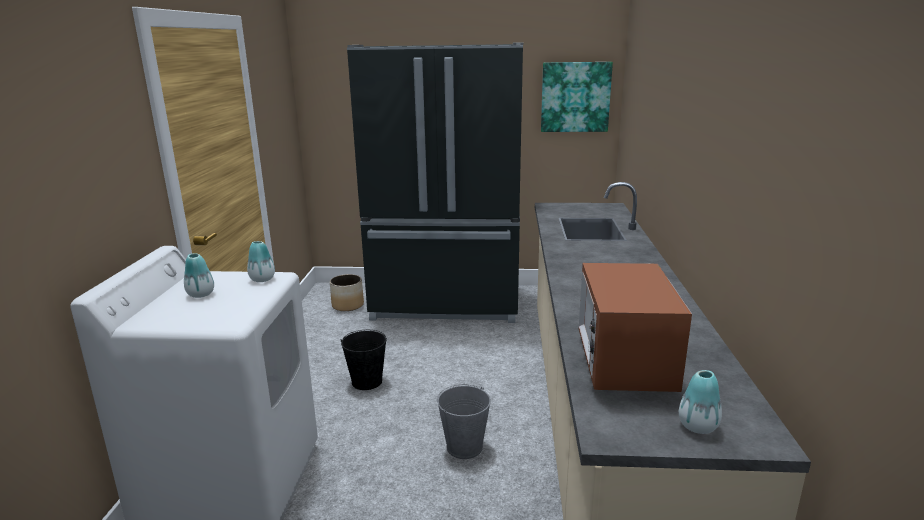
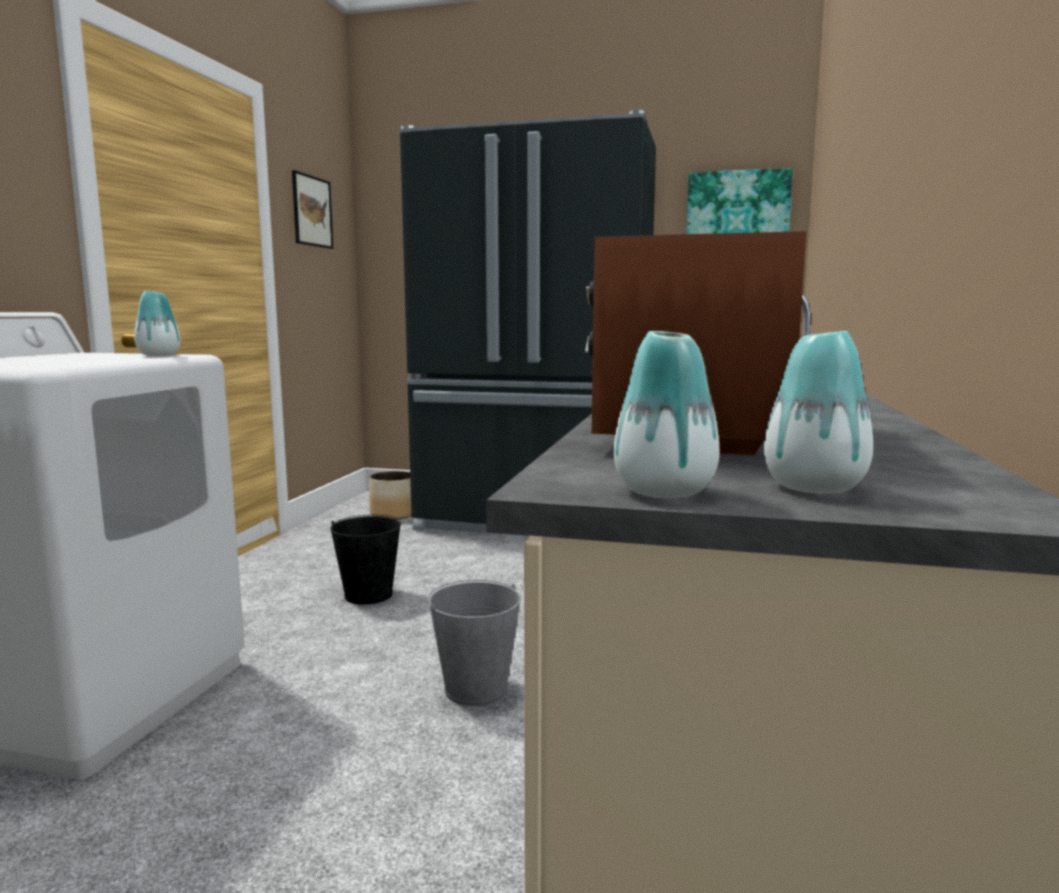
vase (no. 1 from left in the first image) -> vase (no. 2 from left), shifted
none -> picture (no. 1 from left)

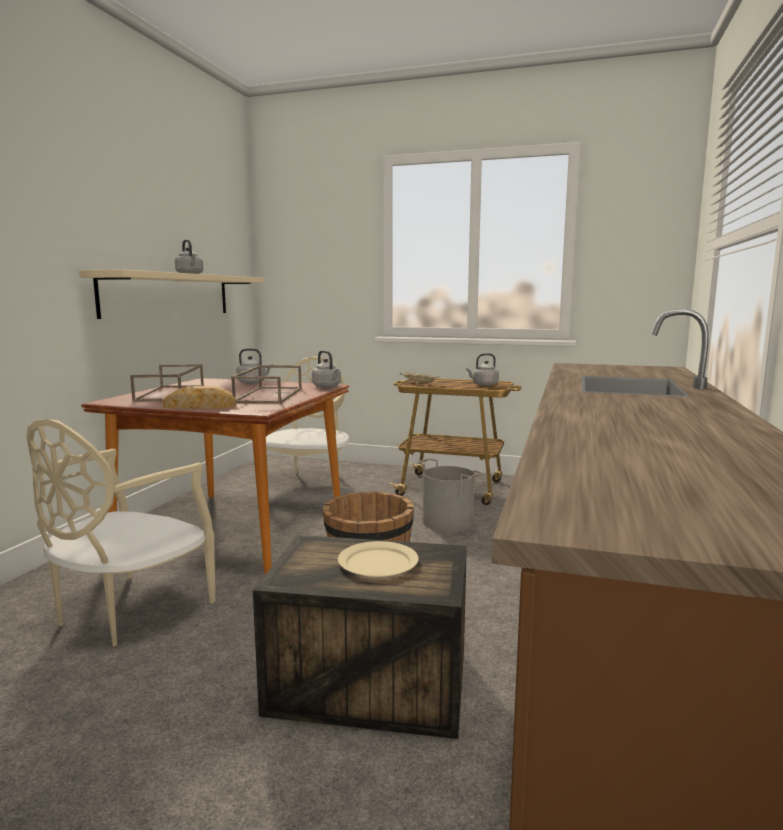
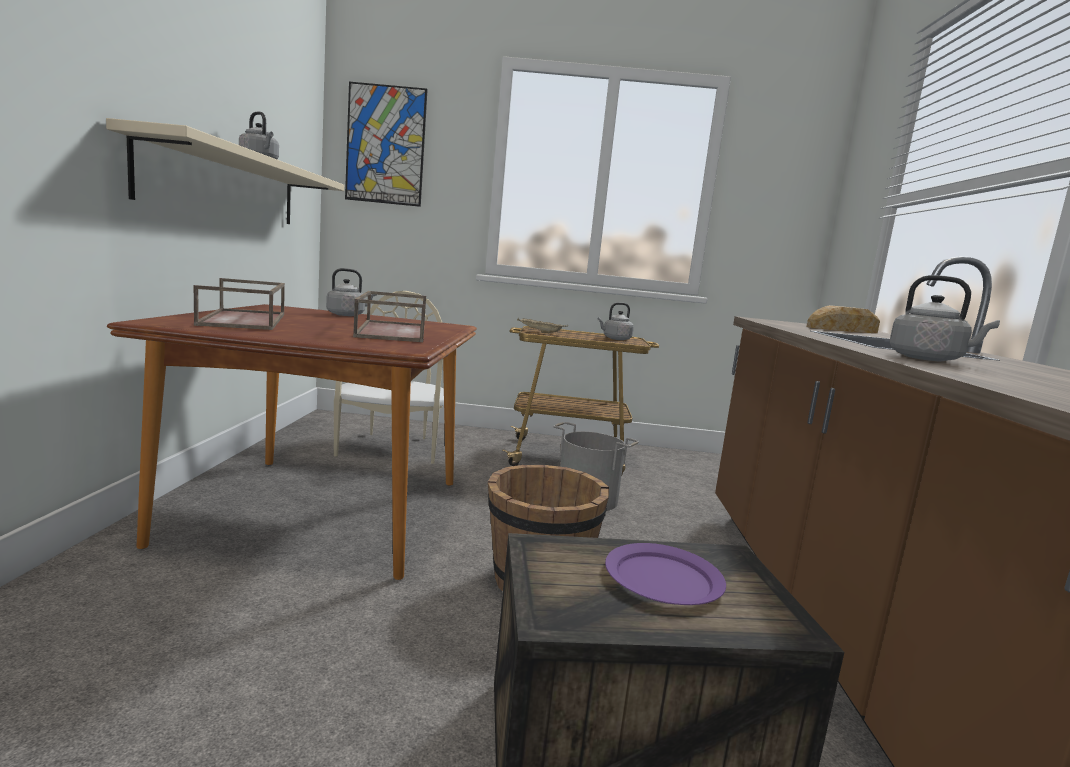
chair (beige) (no. 1 from left) -> none
bread, shifted
kettle (grey) (no. 3 from left in the first image) -> kettle (grey) (no. 4 from left), shifted
plate (beige) -> plate (purple)
none -> picture

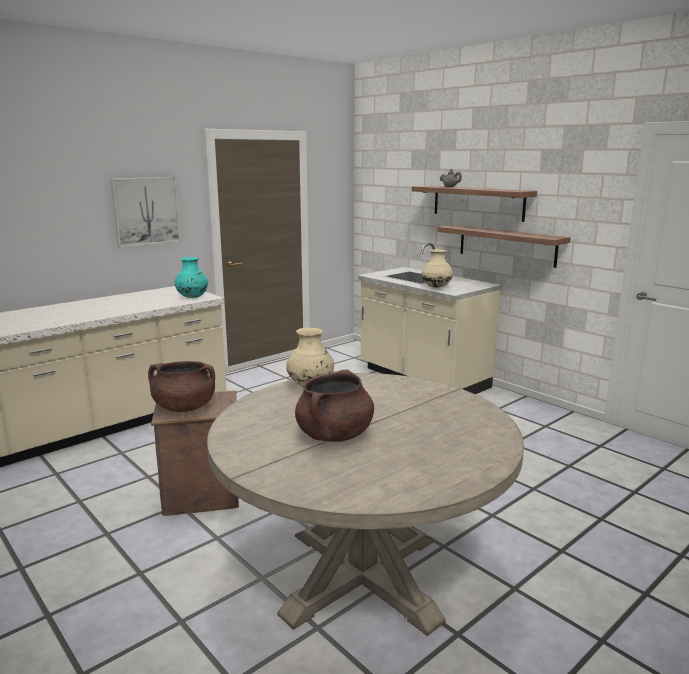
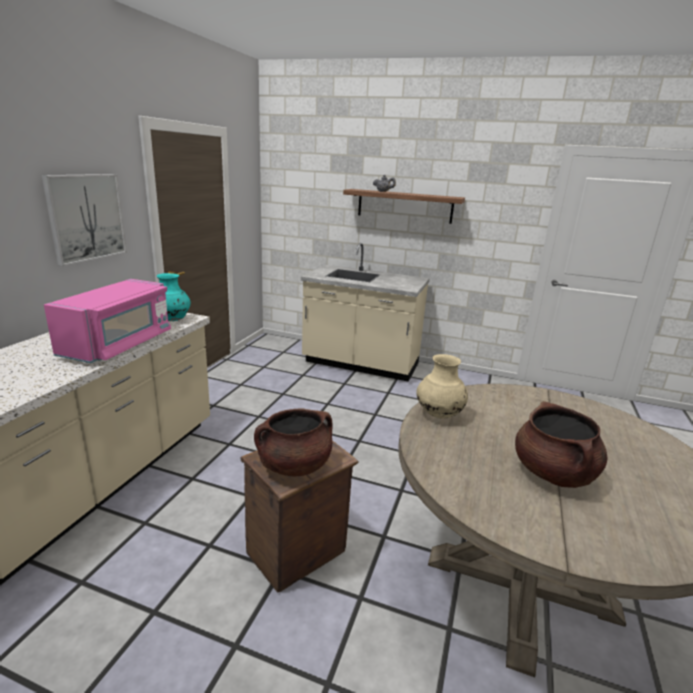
vase (beige) (no. 2 from left) -> none
shelf (no. 2 from left) -> none
none -> microwave (pink)

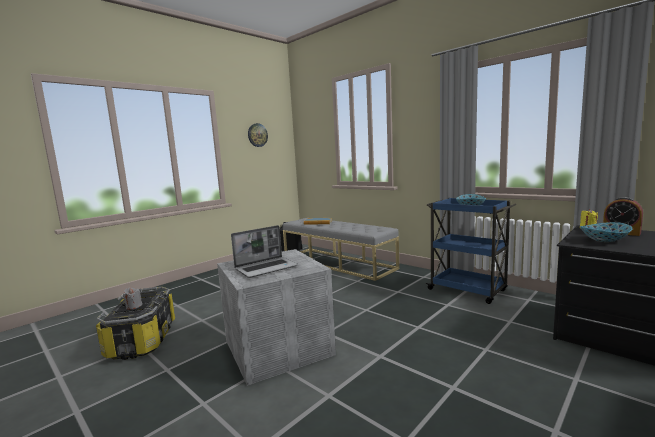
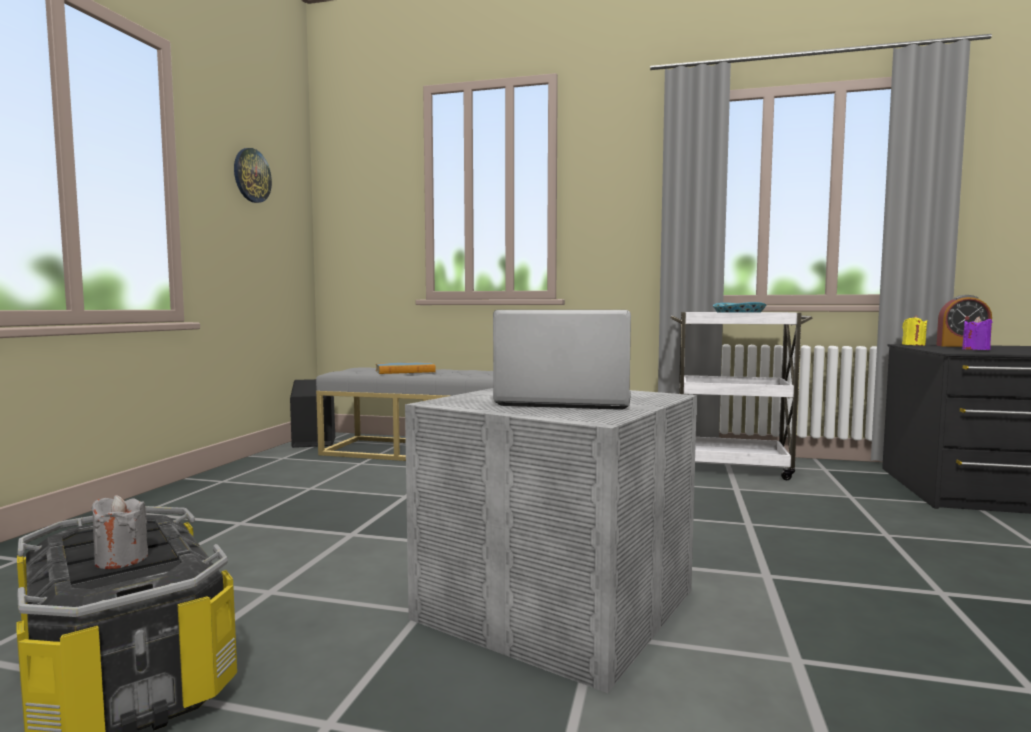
laptop, 105 degrees counterclockwise
cart (blue) -> cart (white)
bowl (no. 2 from left) -> candle (purple)

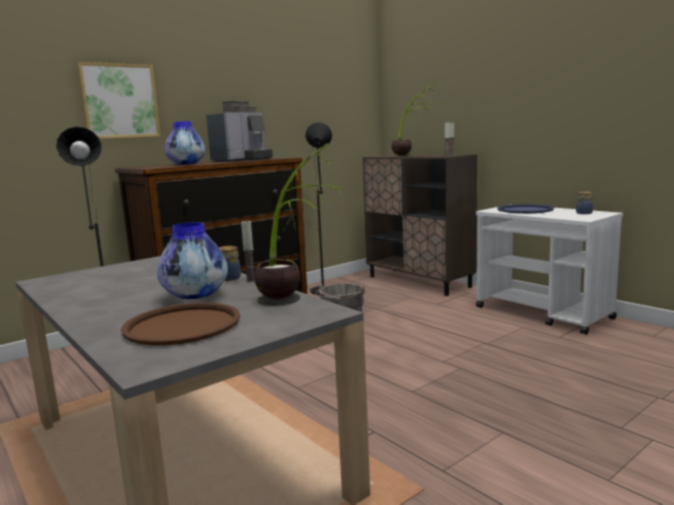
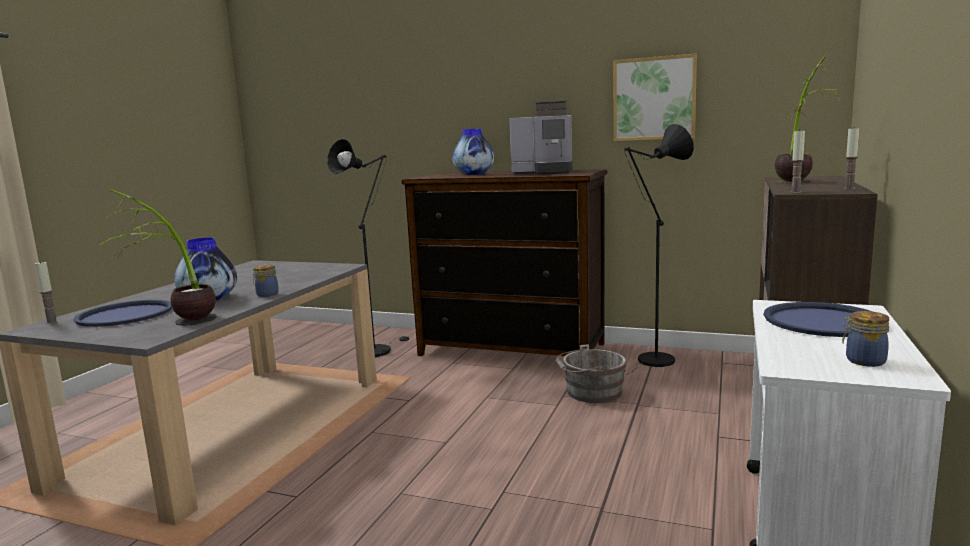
picture, shifted
tray (brown) -> tray (blue) (no. 1 from left)
candle (no. 1 from left), shifted

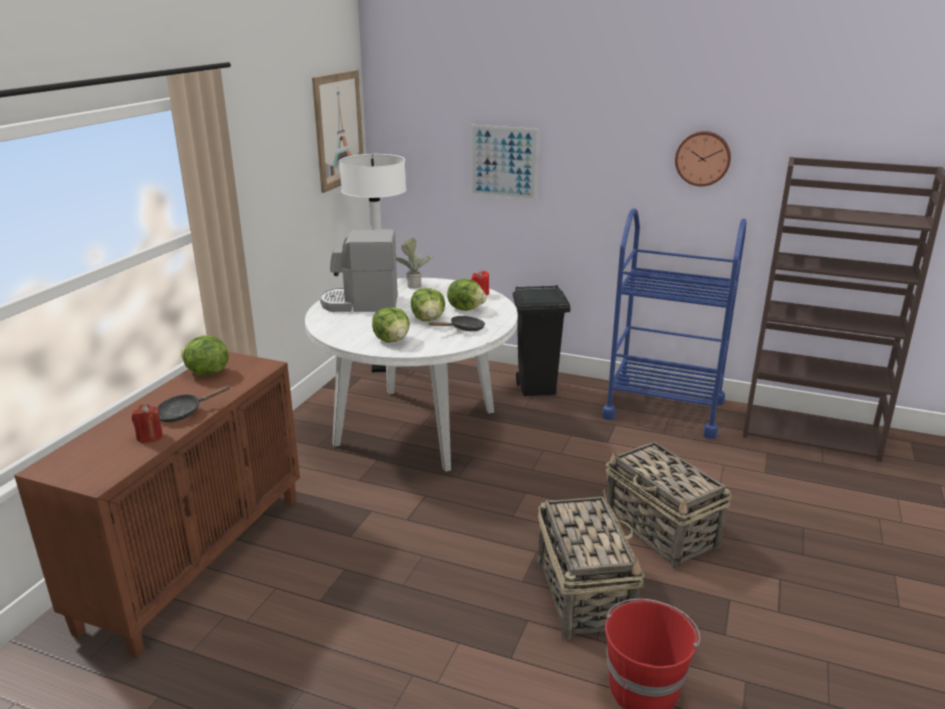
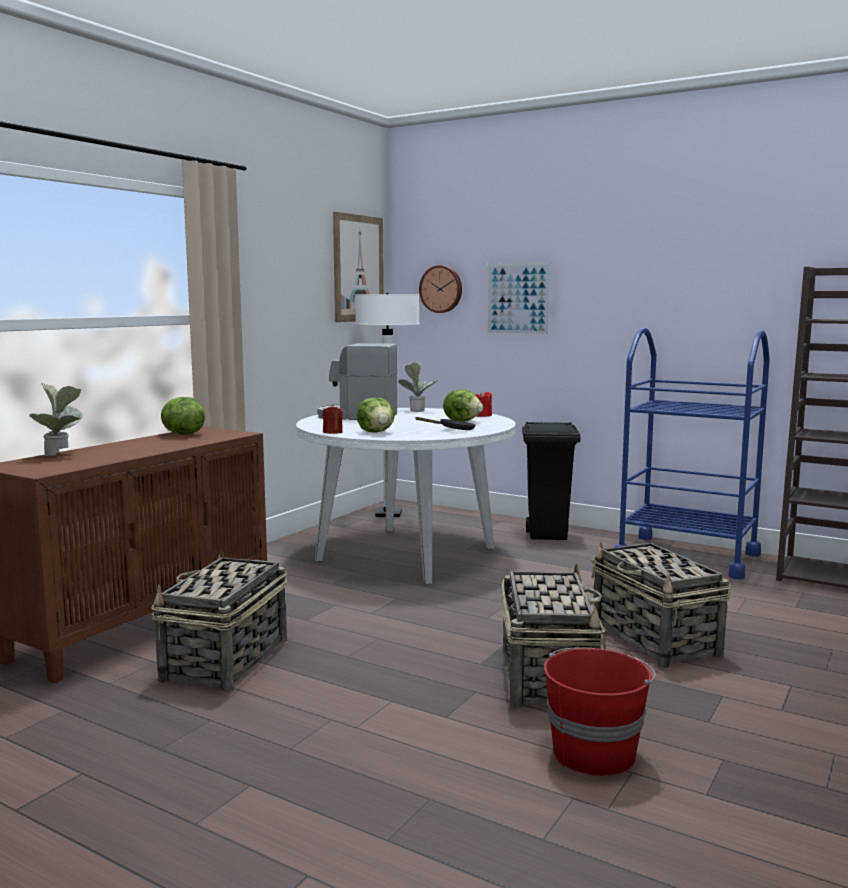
candle (red) (no. 1 from left), shifted
frying pan (black) (no. 1 from left) -> none
lettuce (no. 3 from left) -> none
wall clock, shifted
none -> potted plant (no. 1 from left)
none -> basket (no. 1 from left)

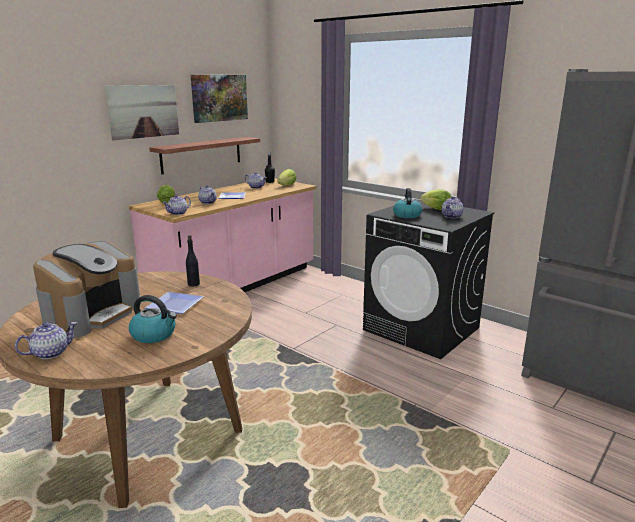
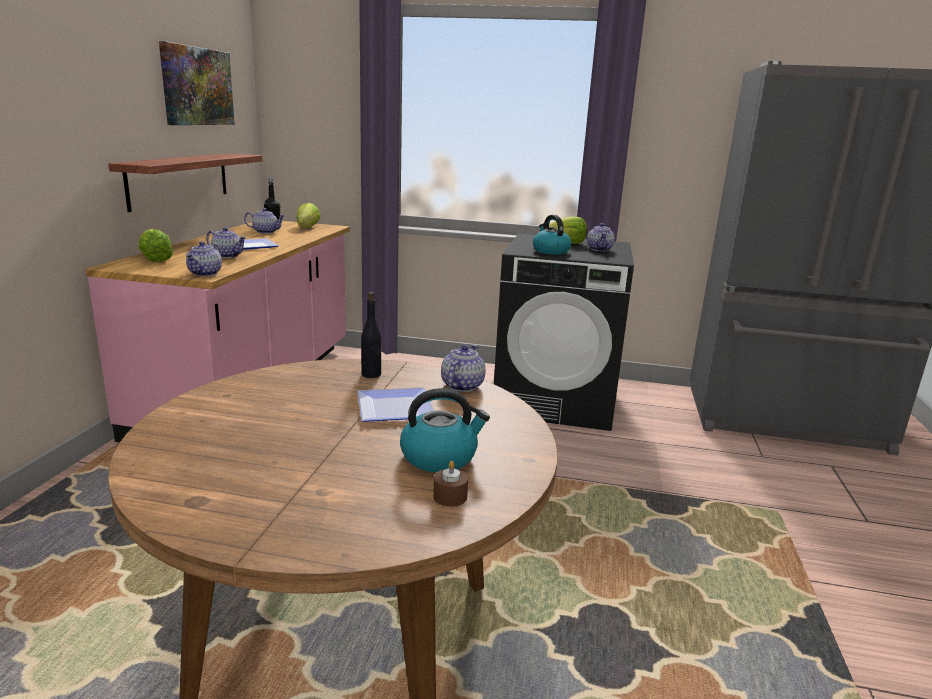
teapot (no. 1 from left in the first image) -> teapot (no. 4 from left), shifted
coffee machine -> none
picture (no. 1 from left) -> none
none -> candle (brown)

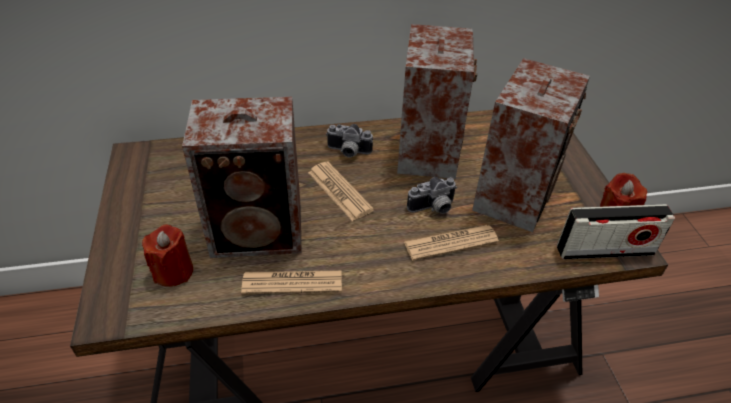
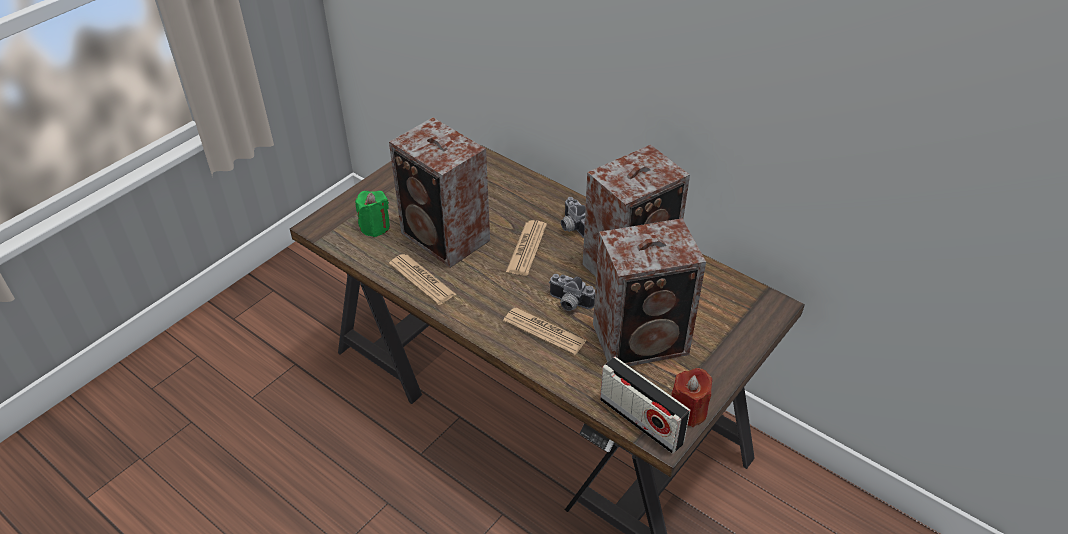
candle (red) (no. 1 from left) -> candle (green)

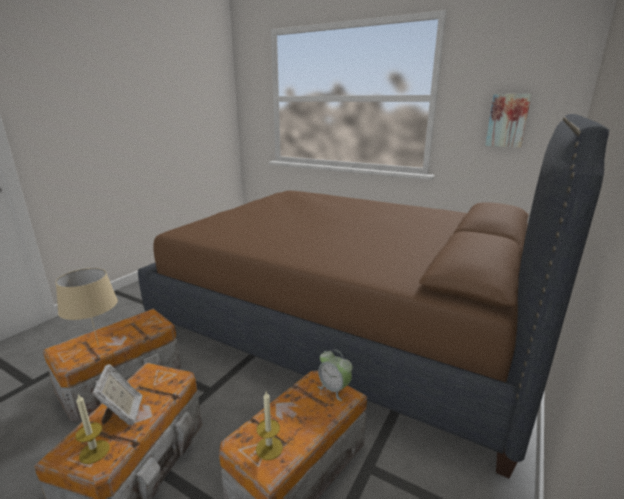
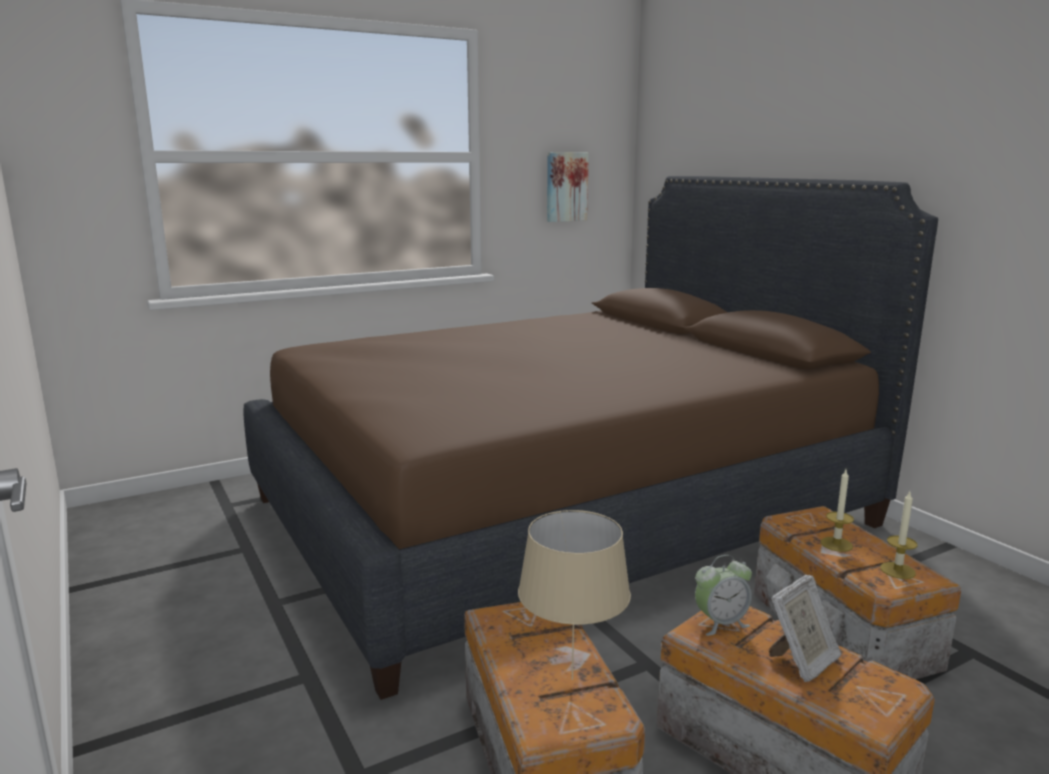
candle (no. 1 from left), shifted
picture frame, 120 degrees clockwise
alarm clock, shifted

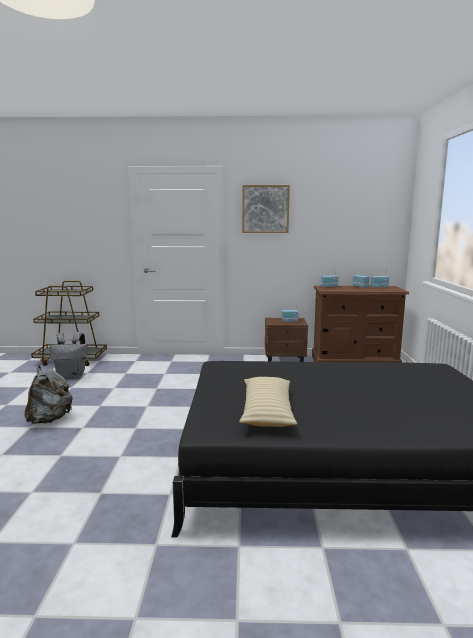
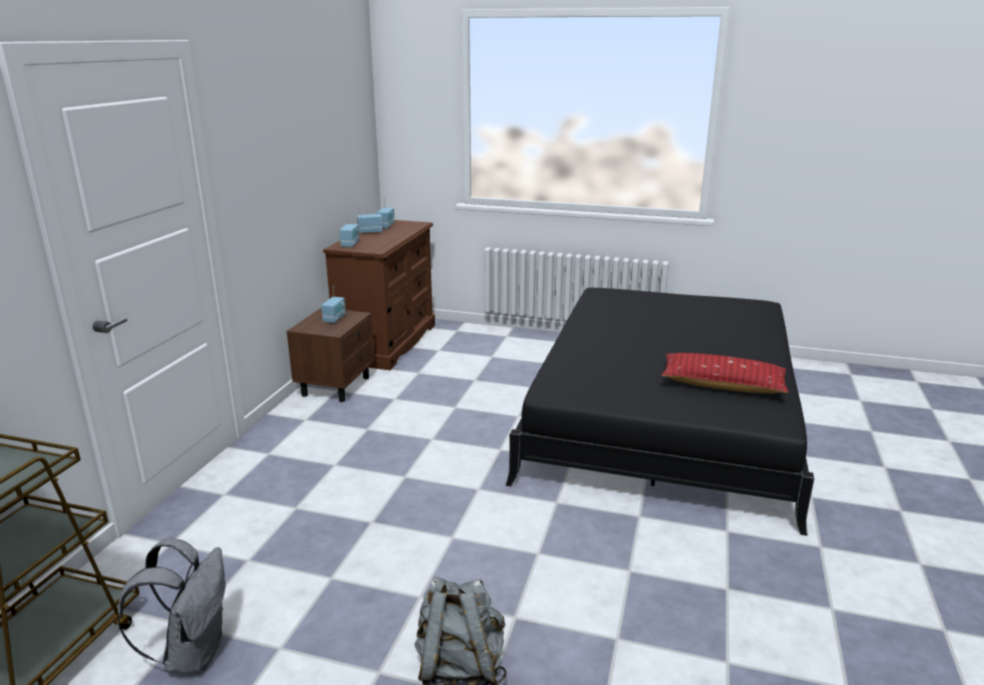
pillow (beige) -> pillow (red)
picture -> none

